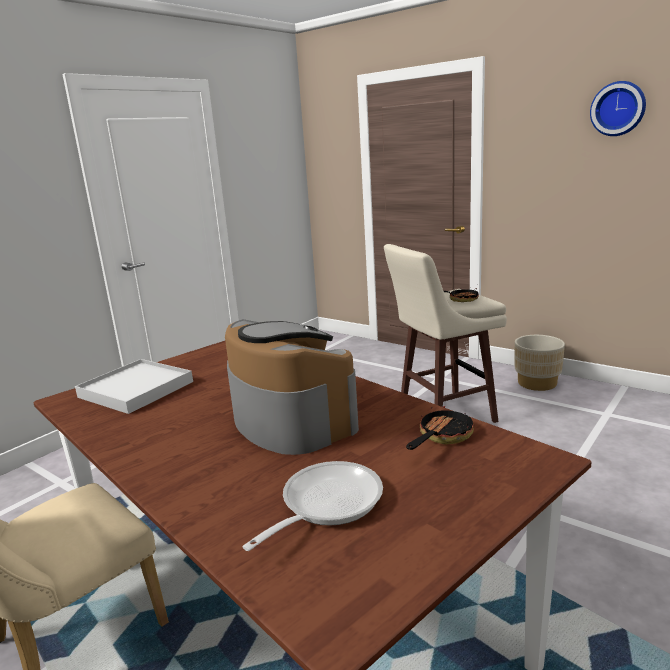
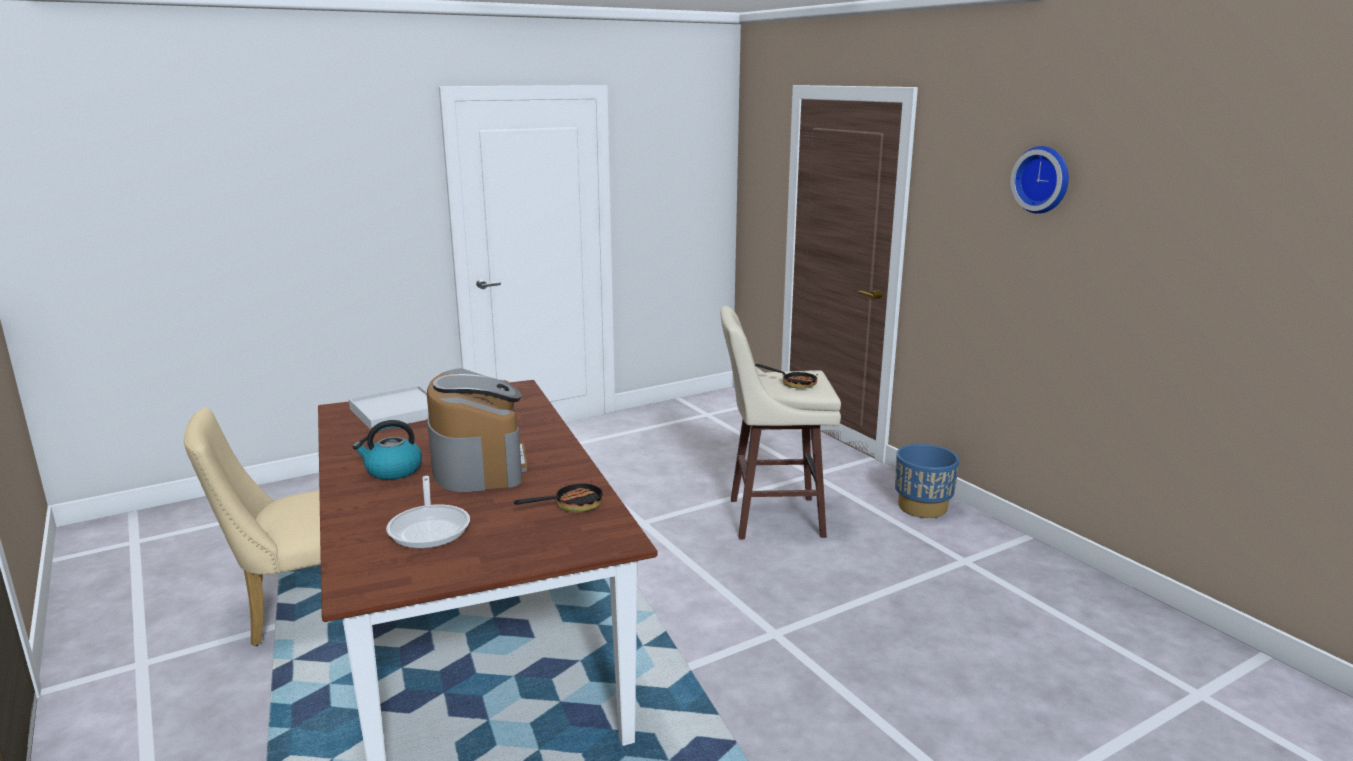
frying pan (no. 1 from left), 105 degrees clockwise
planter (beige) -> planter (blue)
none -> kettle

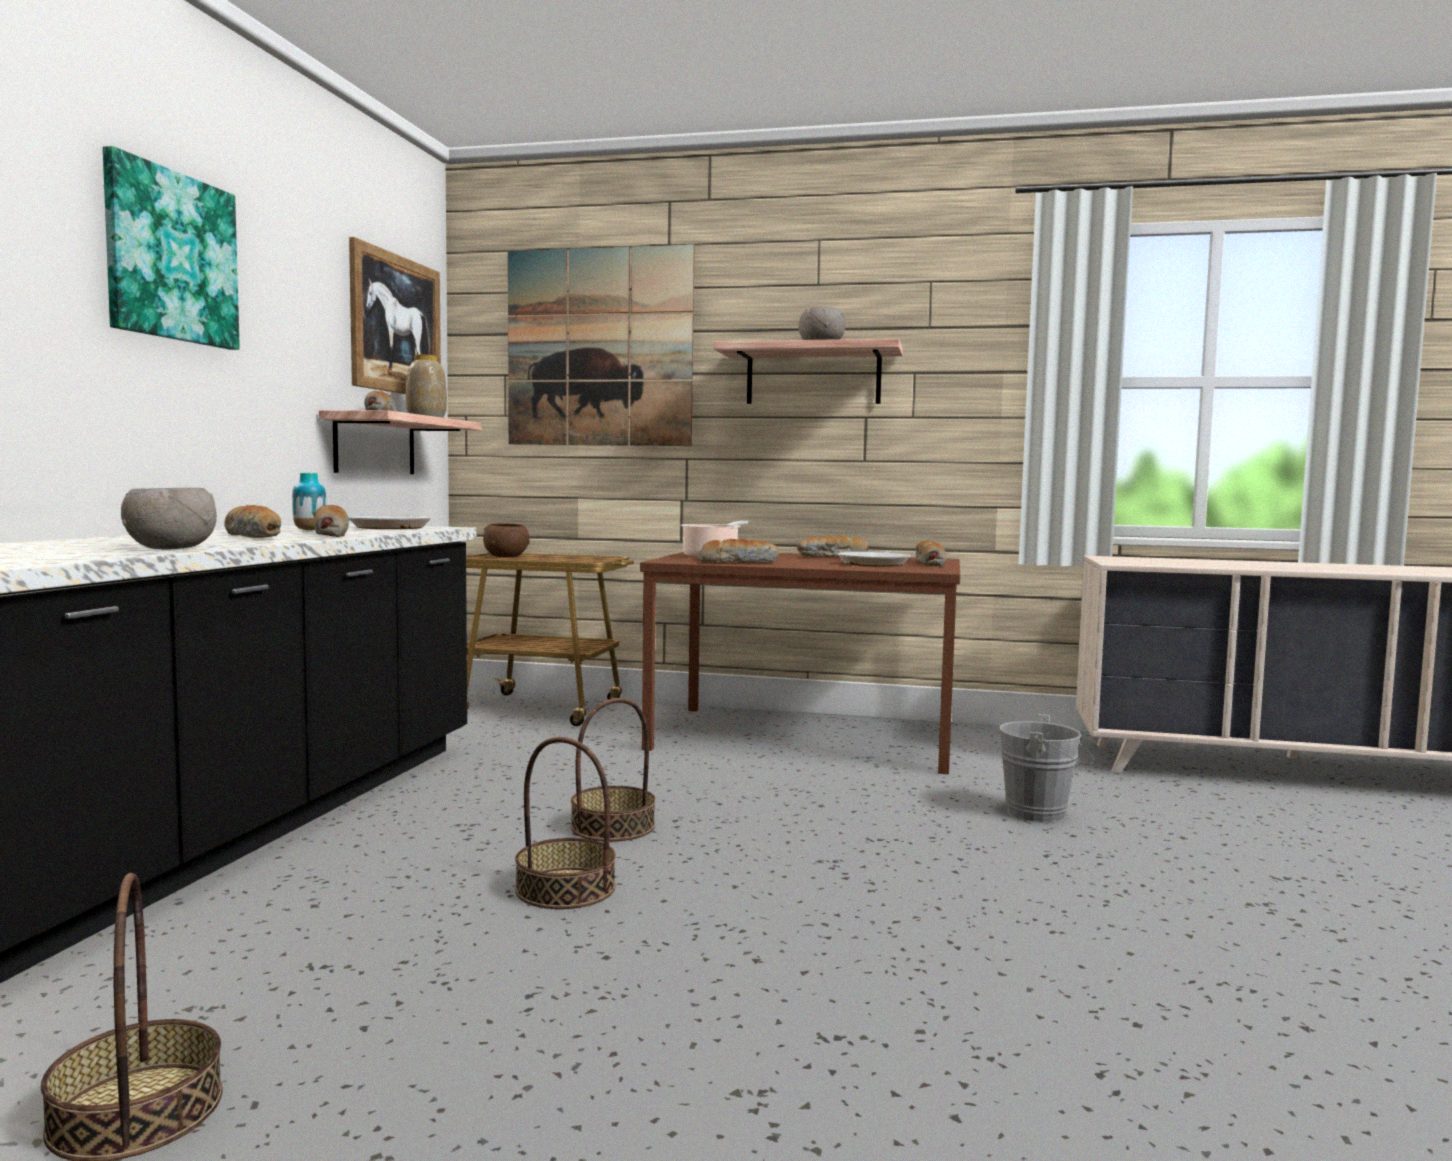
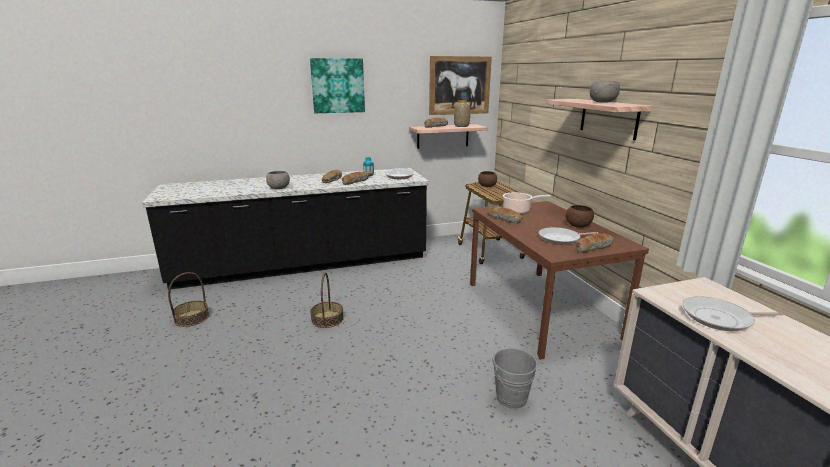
picture (no. 3 from left) -> none
basket (no. 3 from left) -> none
bread (no. 5 from left) -> bowl (brown) (no. 2 from left)
none -> frying pan (no. 3 from left)

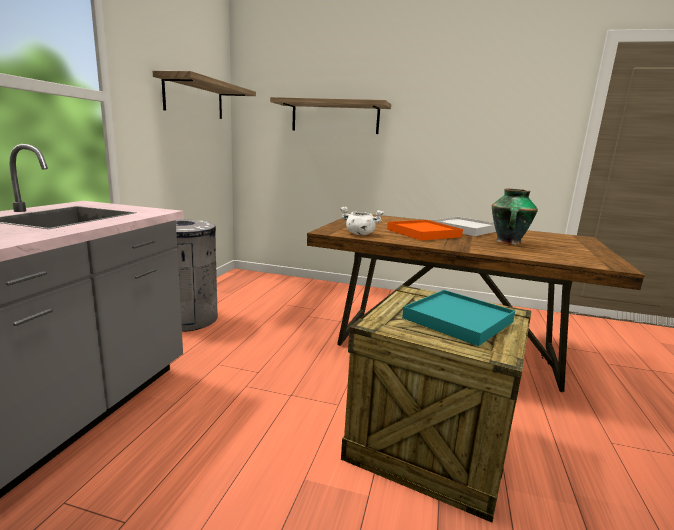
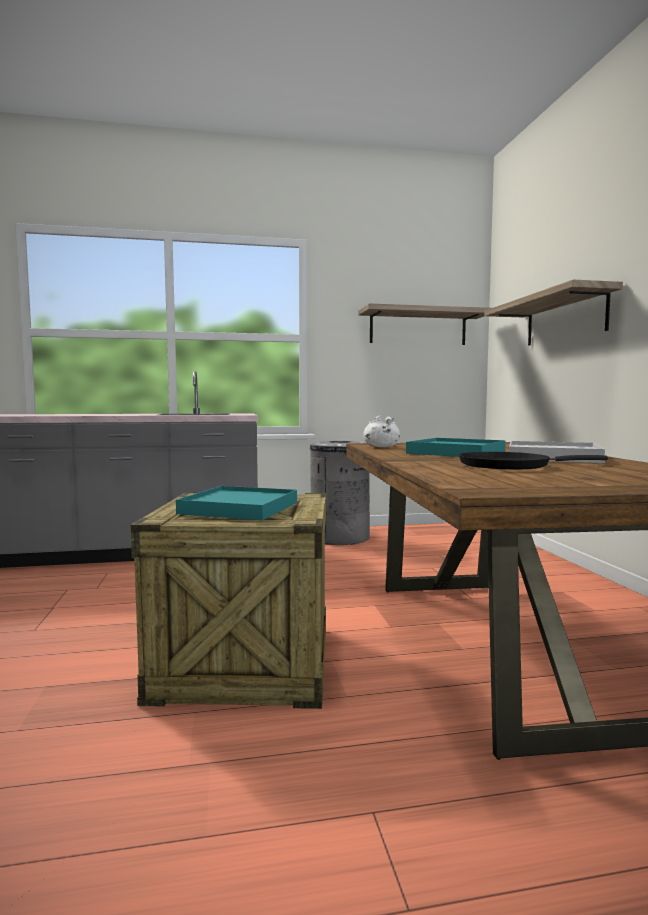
tray (orange) -> tray (turquoise) (no. 2 from left)
vase -> frying pan (black)

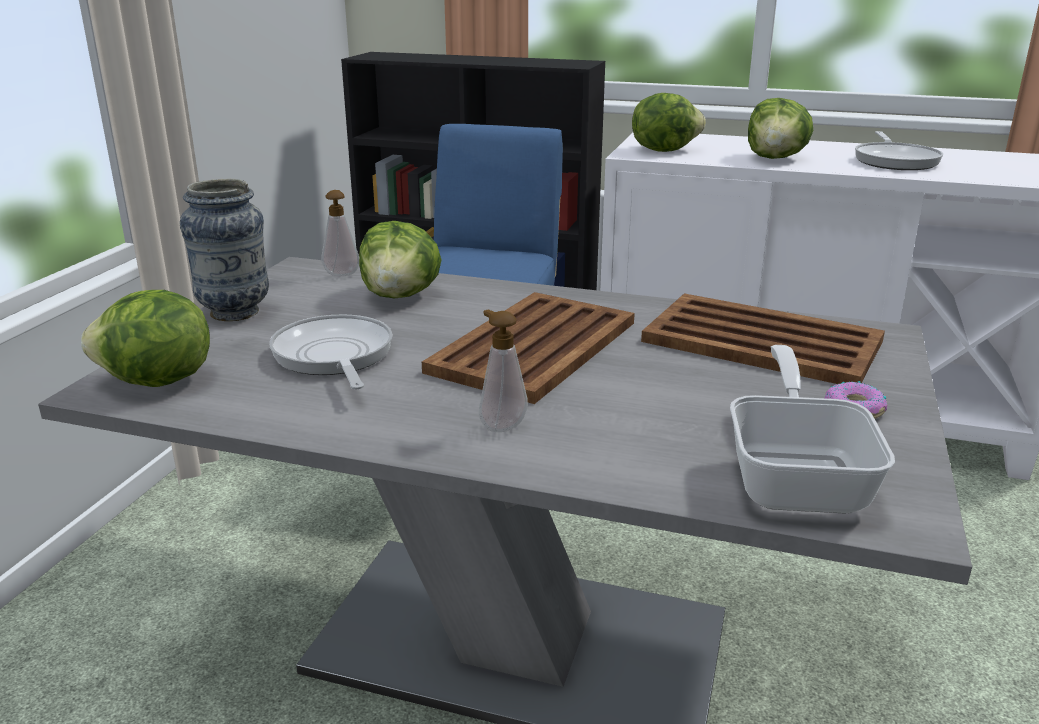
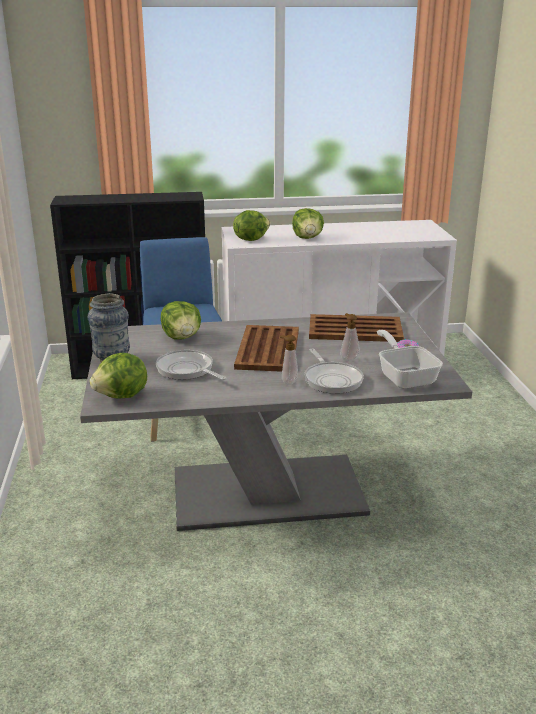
soap dispenser (no. 1 from left in the first image) -> soap dispenser (no. 2 from left), shifted
frying pan (no. 3 from left in the first image) -> frying pan (no. 2 from left), shifted

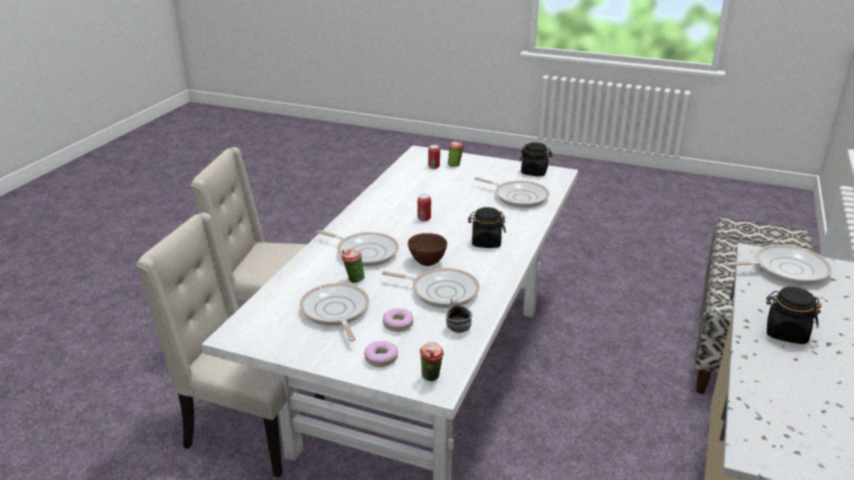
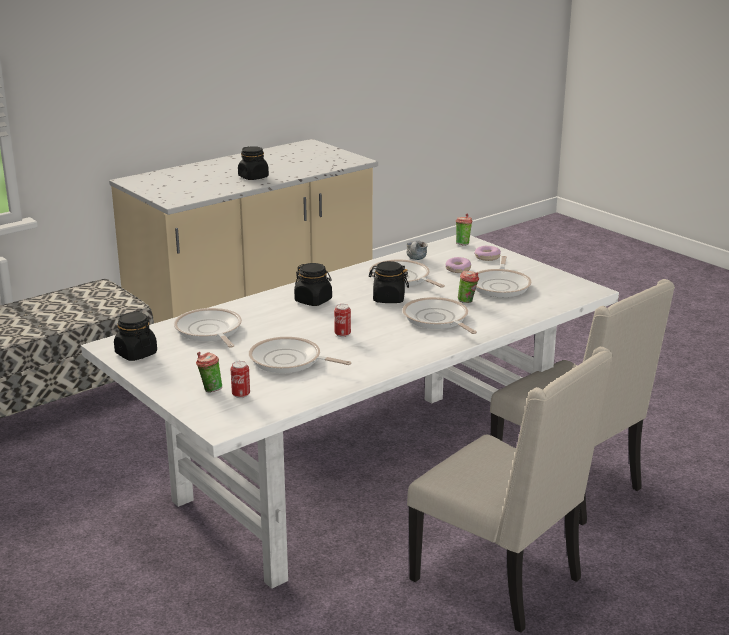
bowl (brown) -> jar (black) (no. 4 from left)
frying pan (no. 5 from left in the first image) -> frying pan (no. 2 from left), shifted

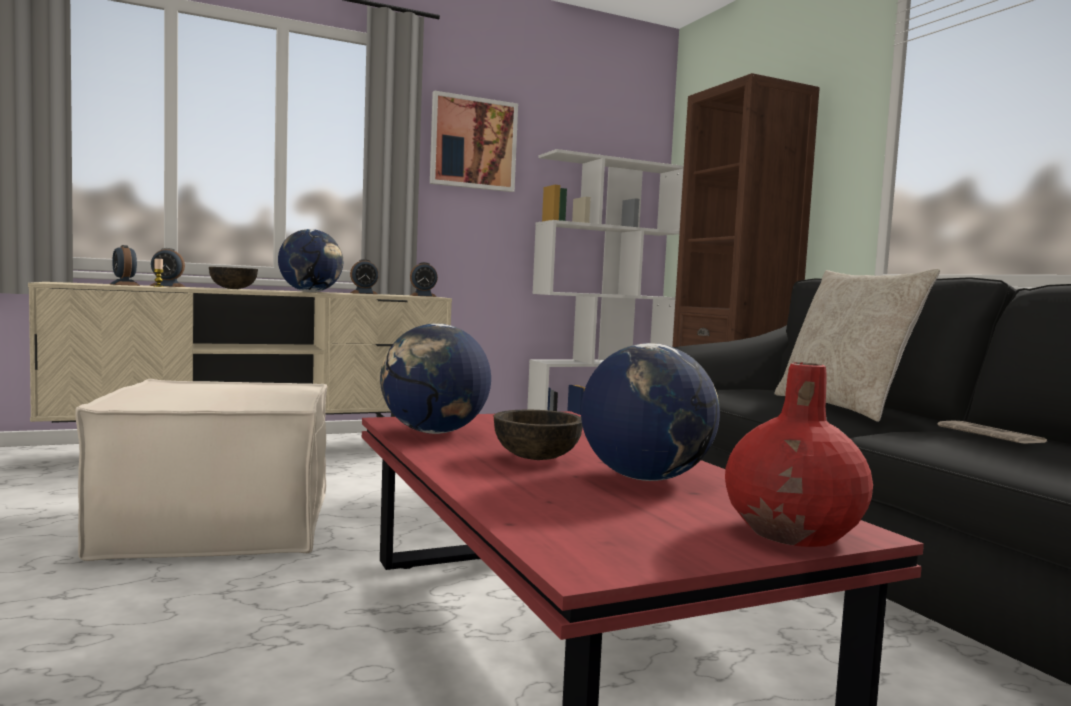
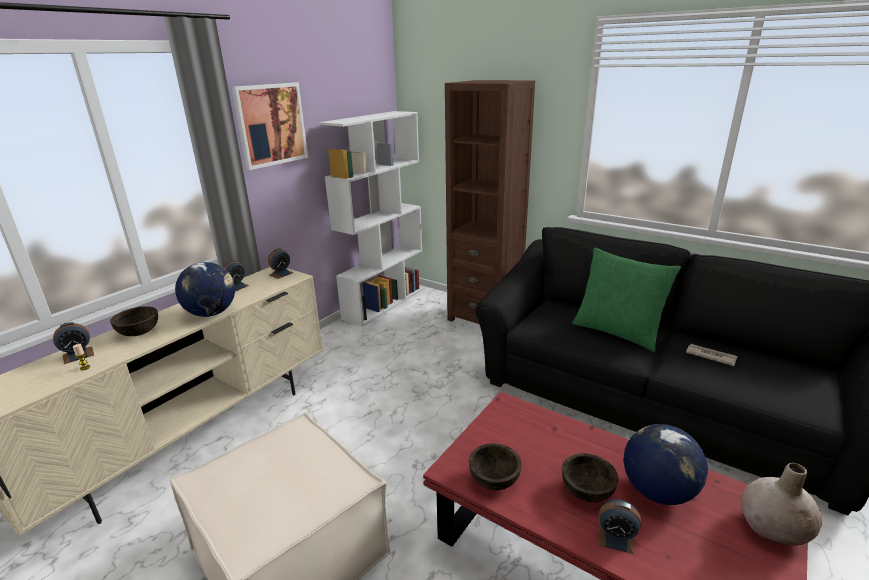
alarm clock (no. 1 from left in the first image) -> alarm clock (no. 4 from left), shifted
globe (no. 2 from left) -> bowl (brown) (no. 2 from left)
vase (red) -> vase (beige)
pillow (beige) -> pillow (green)

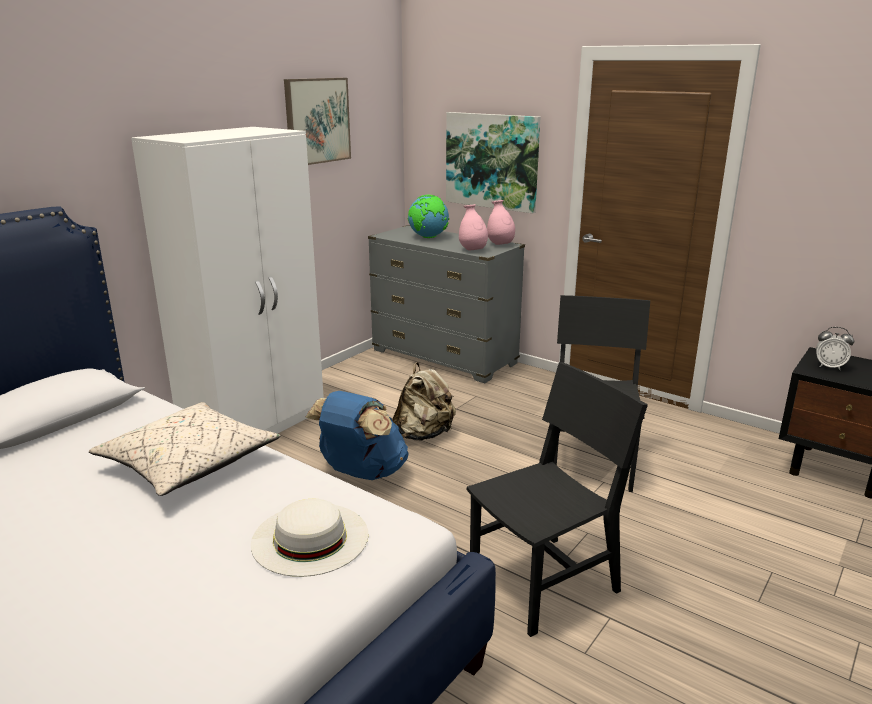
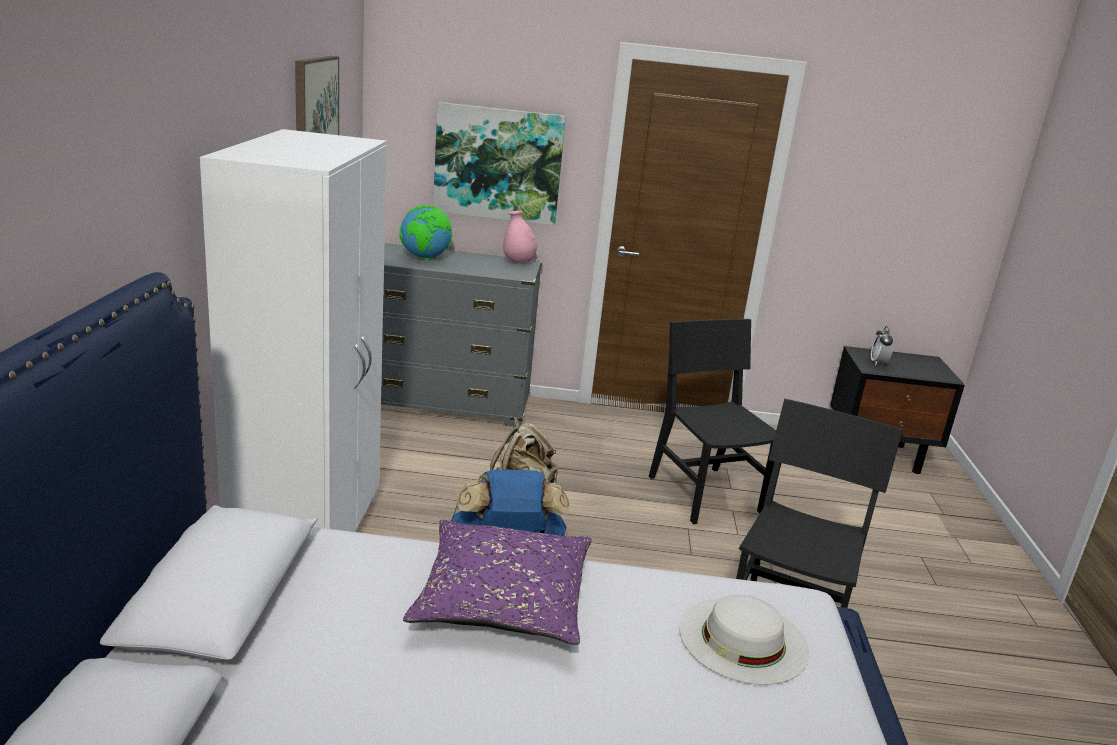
pillow (beige) -> pillow (purple)
vase (pink) (no. 1 from left) -> none
alarm clock, 105 degrees clockwise

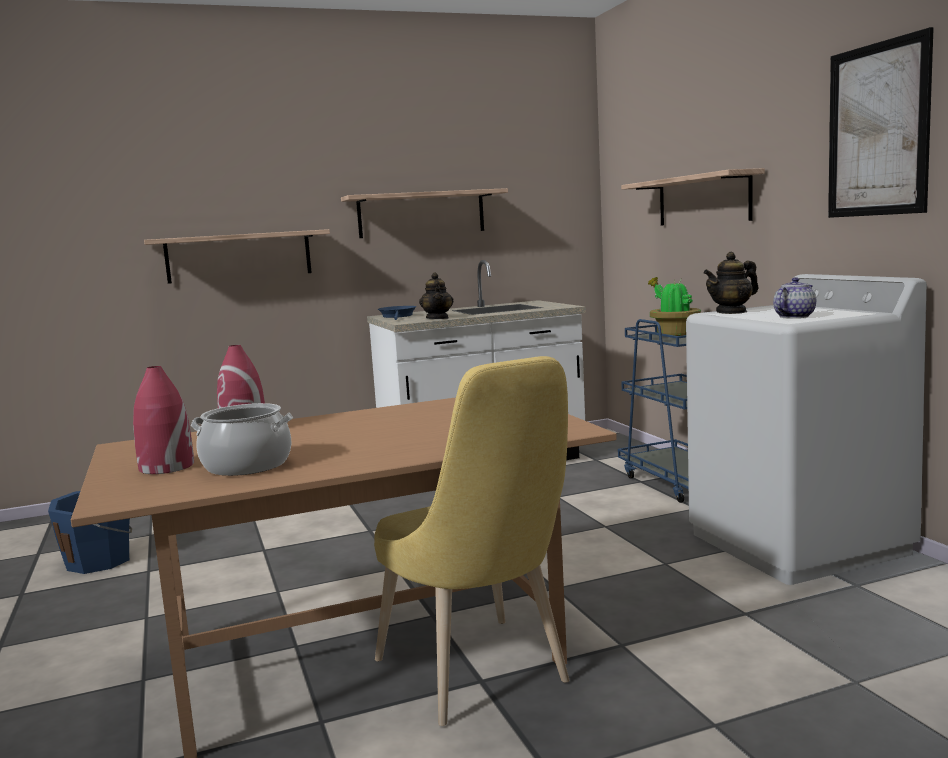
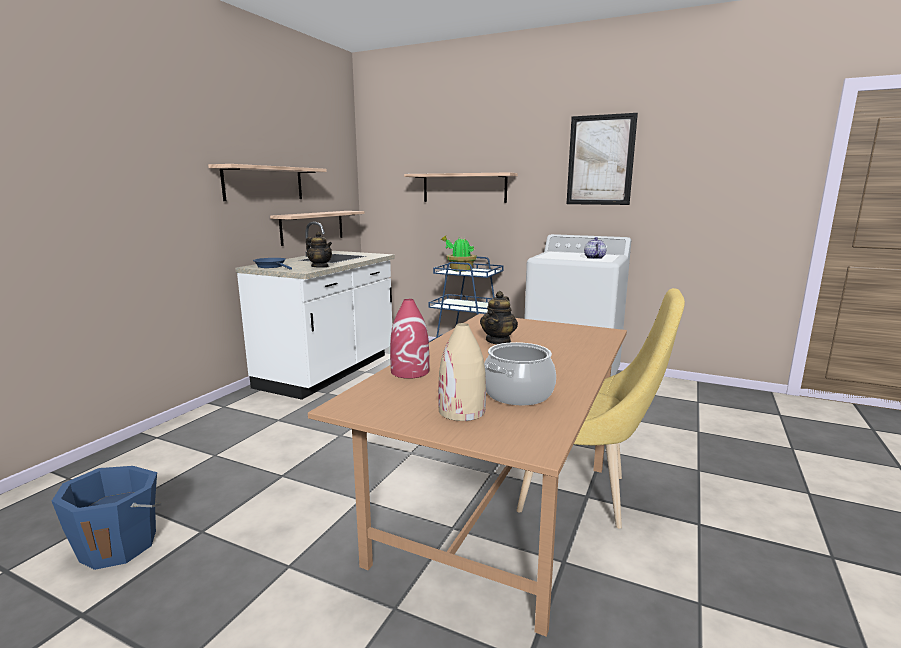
vase (red) (no. 1 from left) -> vase (beige)
shelf (no. 1 from left in the first image) -> shelf (no. 2 from left), shifted
teapot (no. 2 from left), shifted

